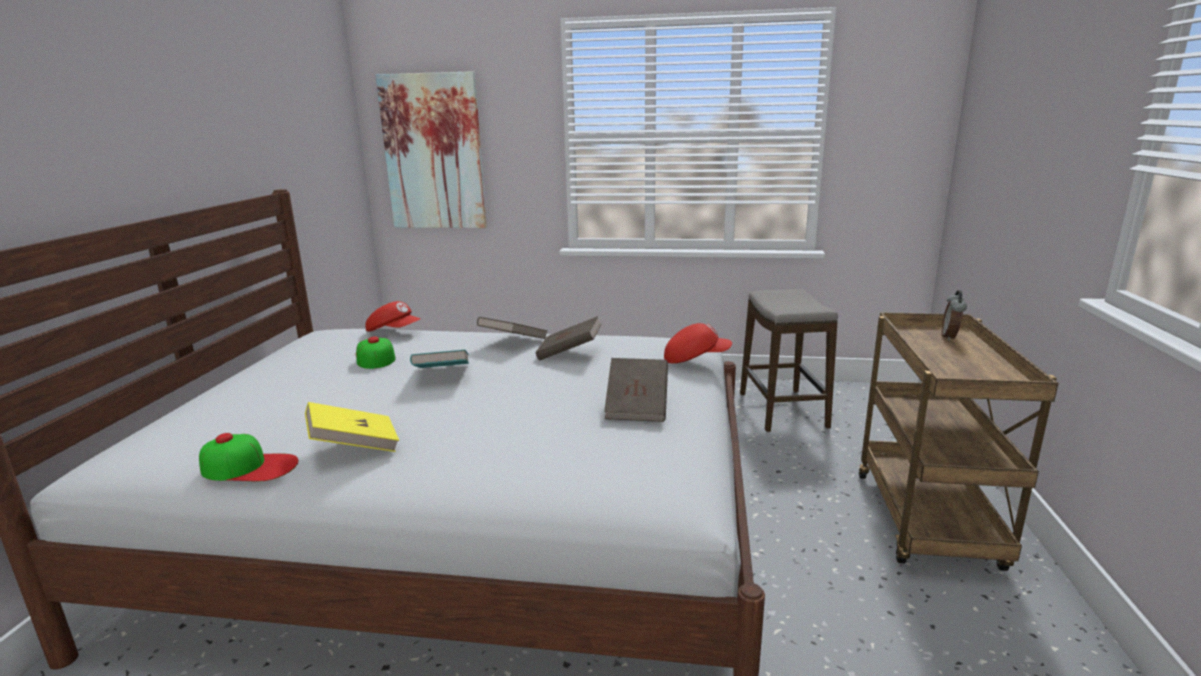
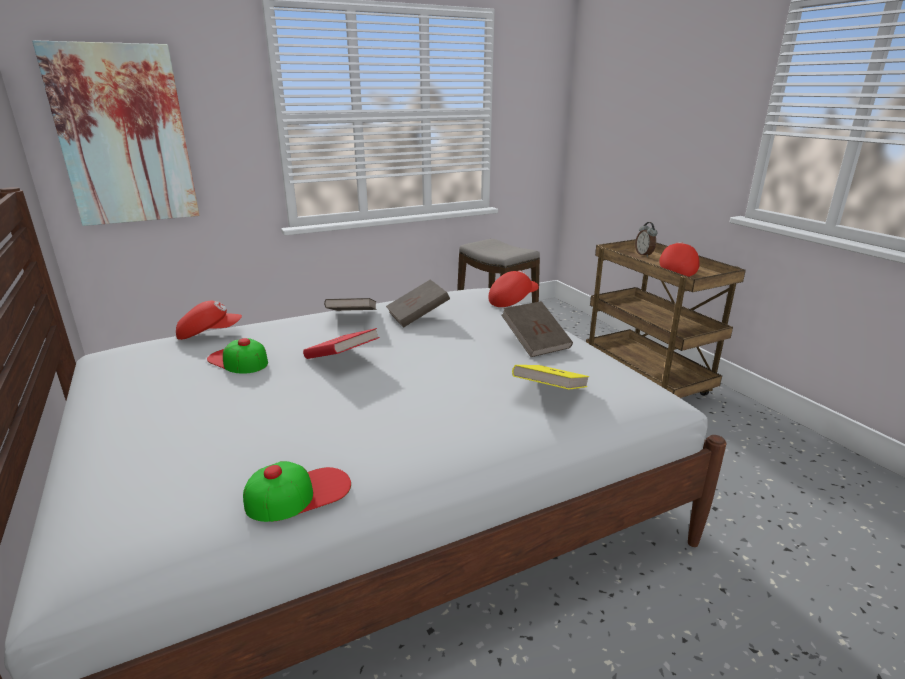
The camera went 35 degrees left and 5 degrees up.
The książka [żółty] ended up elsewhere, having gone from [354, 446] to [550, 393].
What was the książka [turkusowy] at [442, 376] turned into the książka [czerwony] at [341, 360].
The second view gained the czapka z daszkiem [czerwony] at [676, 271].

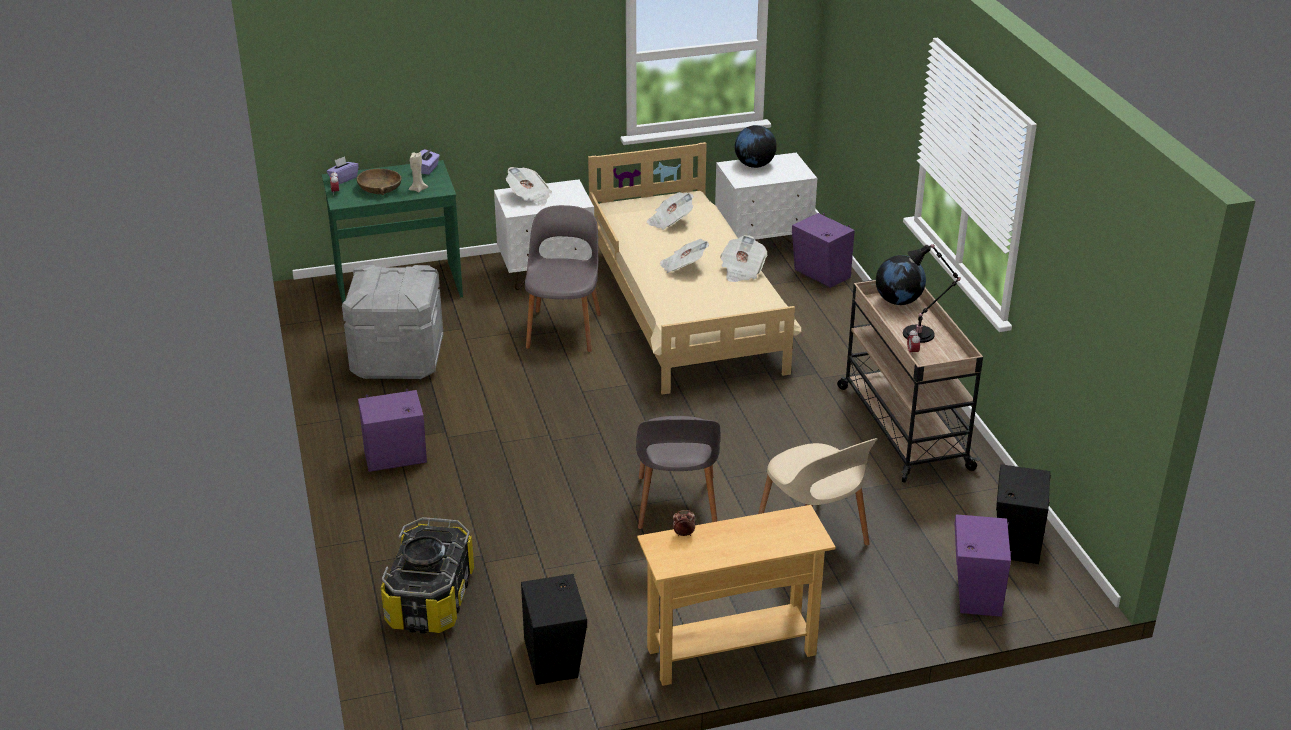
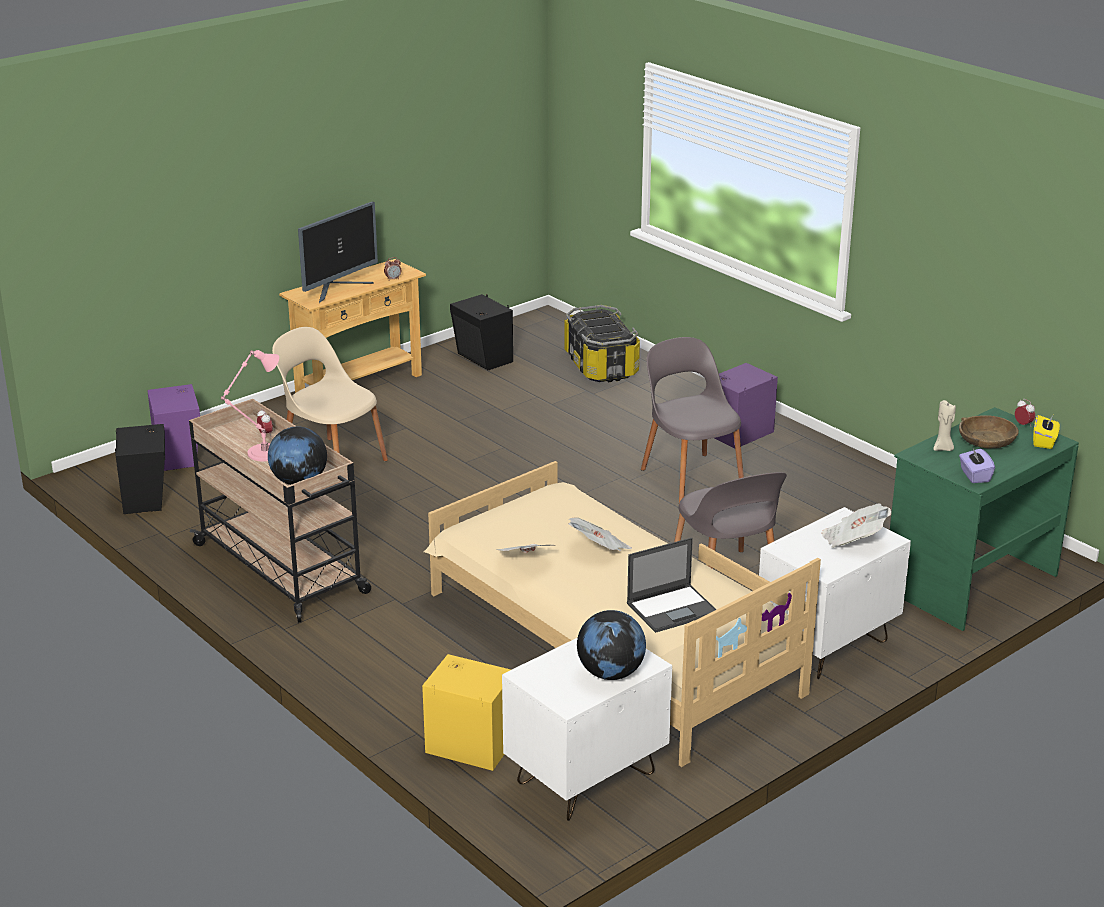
The camera went 155 degrees right and 5 degrees down.
What was the pudełko chusteczek [fioletowy] at [343, 179] turned into the pudełko chusteczek [żółty] at [1044, 441].
The second view lost the pojemnik do przechowywania [szary] at [397, 359].
The second view lost the miska [czarny] at [424, 563].
The krzesło [szary] ended up elsewhere, having gone from [676, 504] to [691, 477].
Where the gazeta stood at [670, 222], the laptop came to stand at [673, 608].
What was the głośnik [fioletowy] at [821, 275] turned into the głośnik [żółty] at [469, 745].
What was the lampa stołowa [czarny] at [921, 334] turned into the lampa stołowa [różowy] at [262, 453].
The second view gained the monitor at [339, 288].

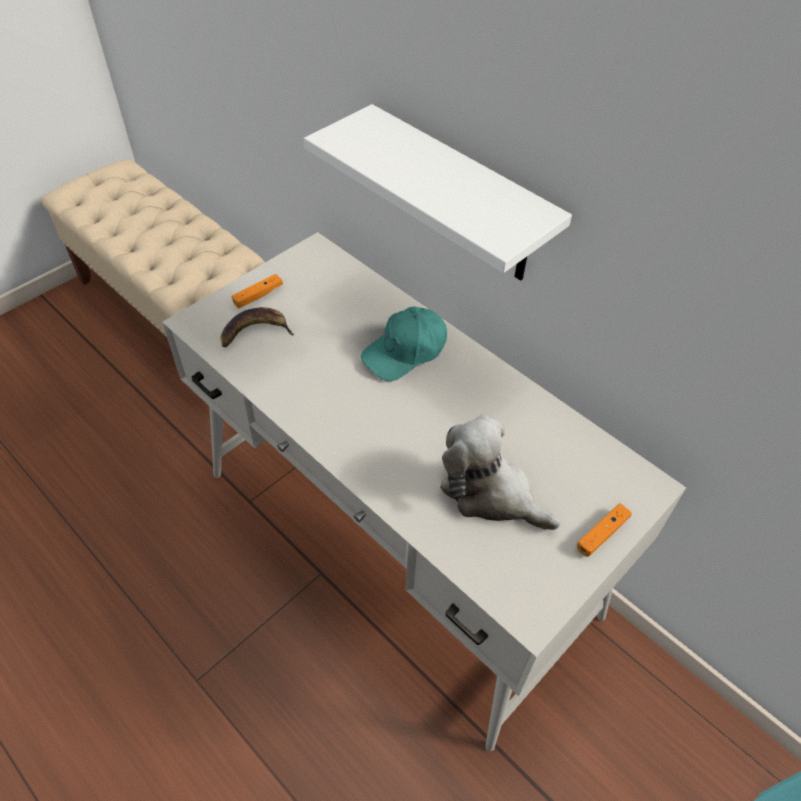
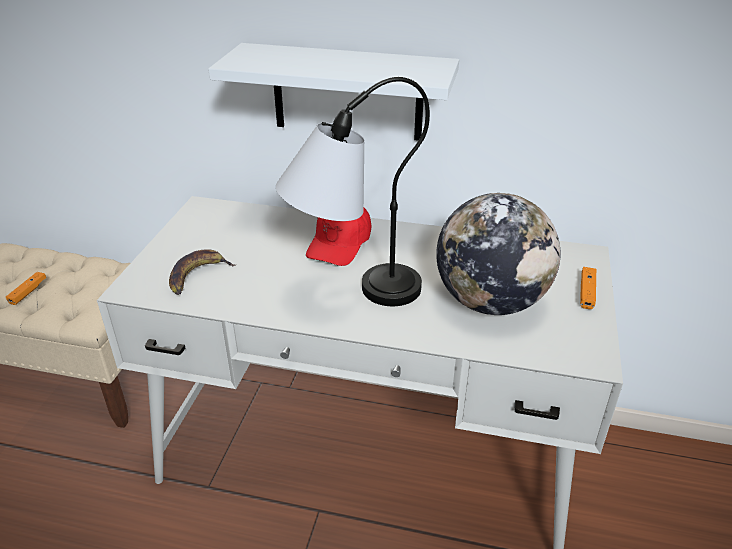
The camera went 30 degrees left and 15 degrees down.
The pad do gier [pomarańczowy] ended up elsewhere, having gone from [258, 295] to [28, 292].
What was the czapka z daszkiem [turkusowy] at [405, 352] turned into the czapka z daszkiem [czerwony] at [340, 243].
Where the pluszak stood at [490, 493], the globus came to stand at [490, 301].
The second view gained the lampa stołowa at [351, 295].

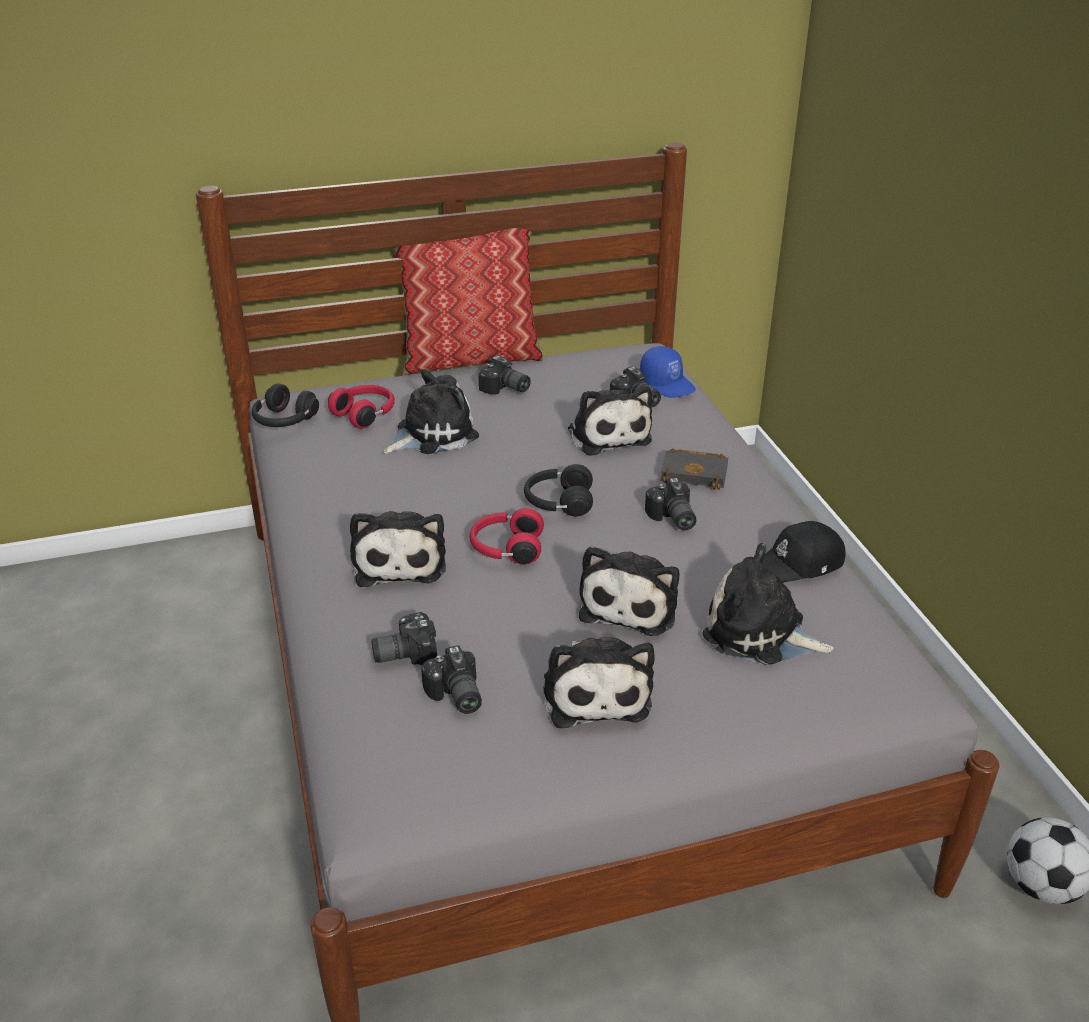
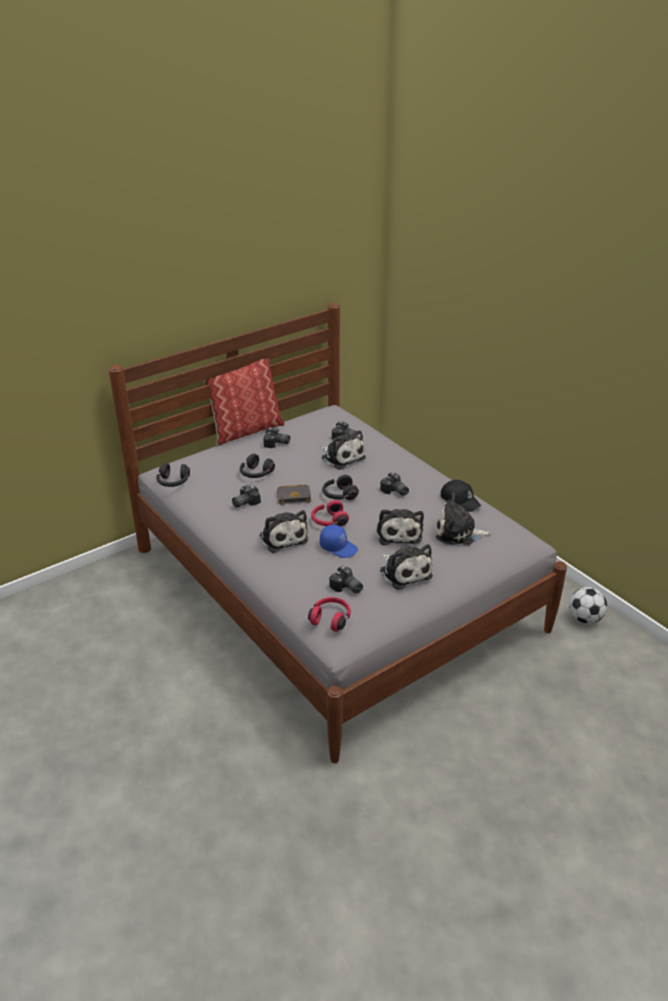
The camera went 20 degrees left and 0 degrees up.
The słuchawki [czerwony] ended up elsewhere, having gone from [365, 414] to [331, 619].
The aparat fotograficzny ended up elsewhere, having gone from [404, 652] to [244, 502].
Where the pluszak stood at [432, 434], the słuchawki [czarny] came to stand at [256, 474].
The czapka z daszkiem [niebieski] ended up elsewhere, having gone from [667, 383] to [339, 547].
The książka [czarny] ended up elsewhere, having gone from [696, 473] to [295, 496].
The czapka z daszkiem [czarny] at [800, 564] ended up facing another way, 90 degrees counterclockwise from before.

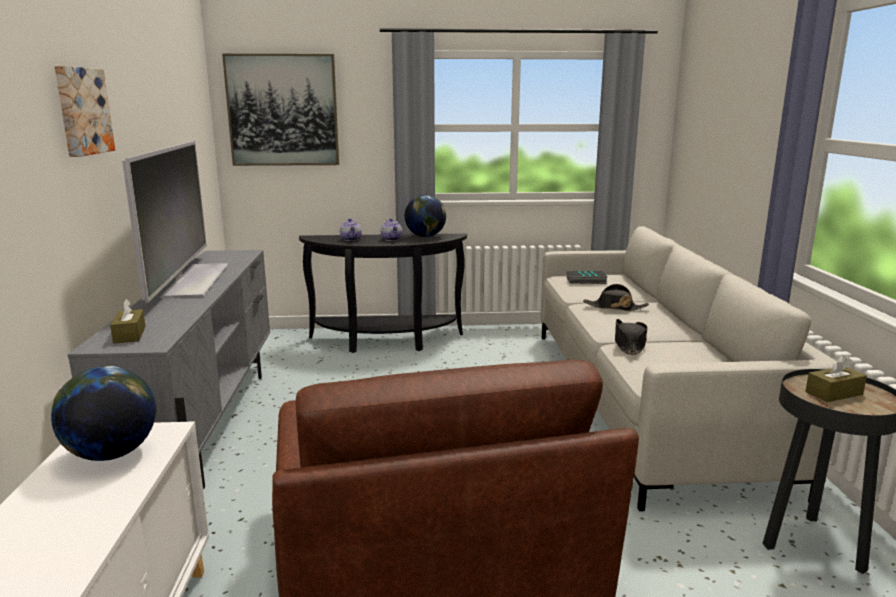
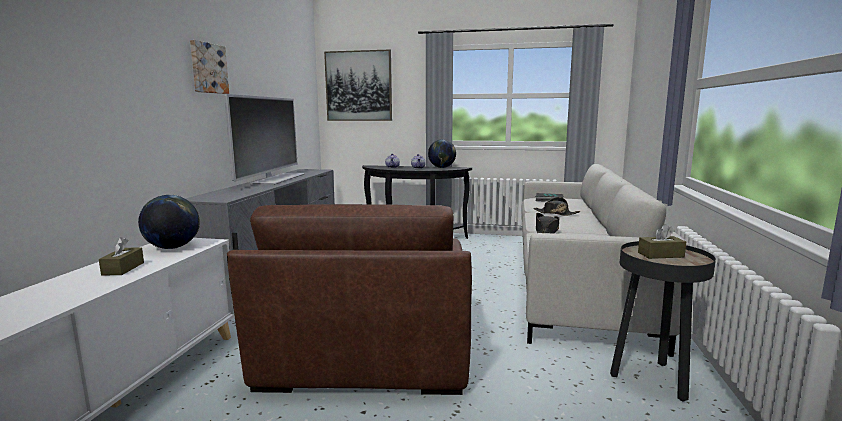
The camera went 15 degrees right and 5 degrees down.
The pudełko chusteczek [brązowy] ended up elsewhere, having gone from [129, 334] to [123, 268].

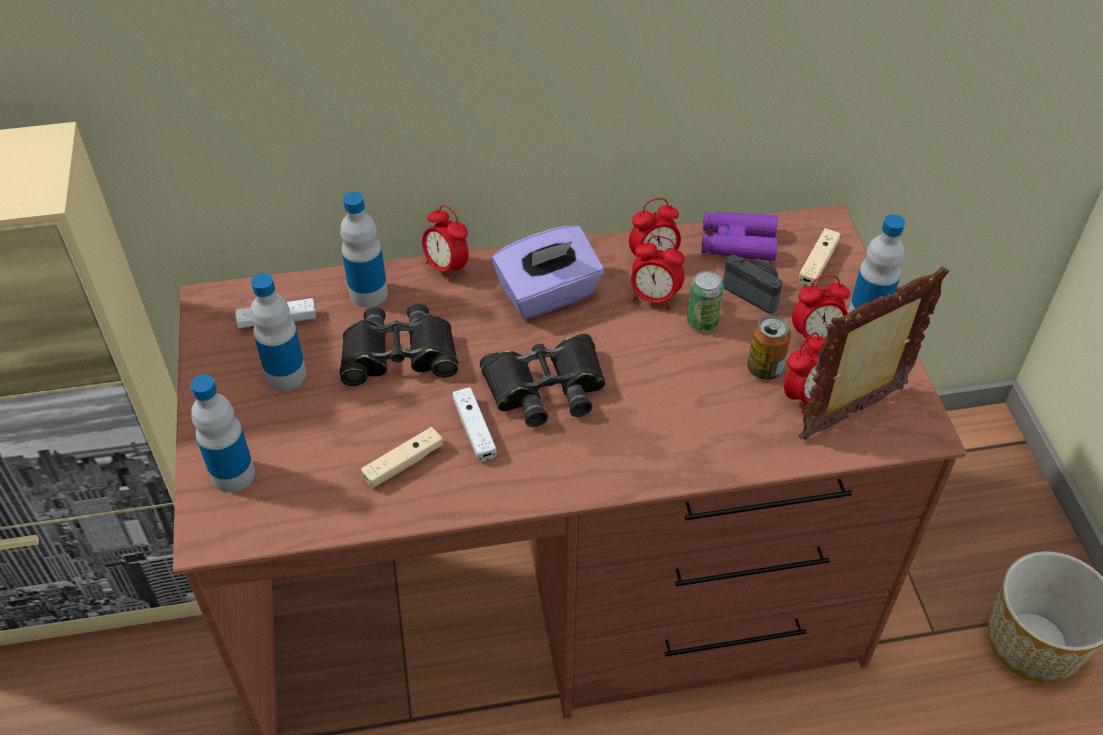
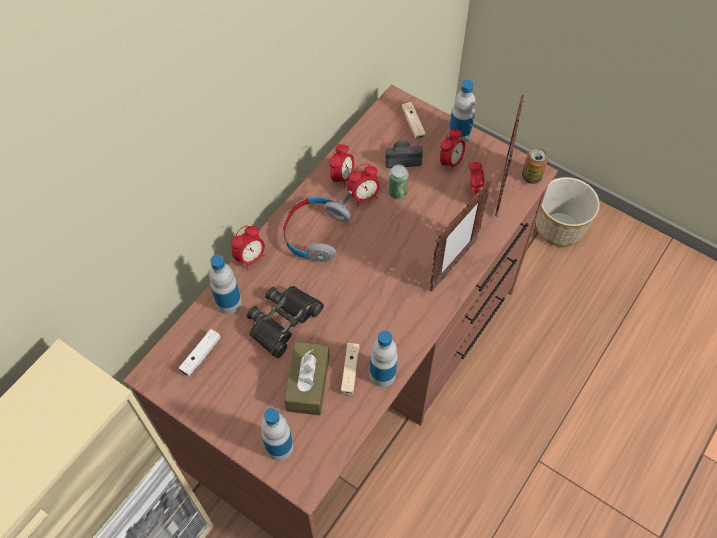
The camera went 45 degrees left and 10 degrees up.
The butelka ended up elsewhere, having gone from [286, 374] to [382, 374].
The budzik at [447, 267] ended up facing another way, 45 degrees counterclockwise from before.
The second view lost the pad do gier [biały] at [474, 430].
The second view lost the lornetka [czarny] at [546, 387].
Where the pudełko chusteczek [fioletowy] stood at [548, 294], the słuchawki [szary] came to stand at [315, 233].
The second view lost the lornetka [fioletowy] at [737, 243].
The puszka ended up elsewhere, having gone from [764, 368] to [531, 177].
The second view gained the pudełko chusteczek [brązowy] at [308, 383].
The second view gained the ramka na zdjęcie at [452, 266].

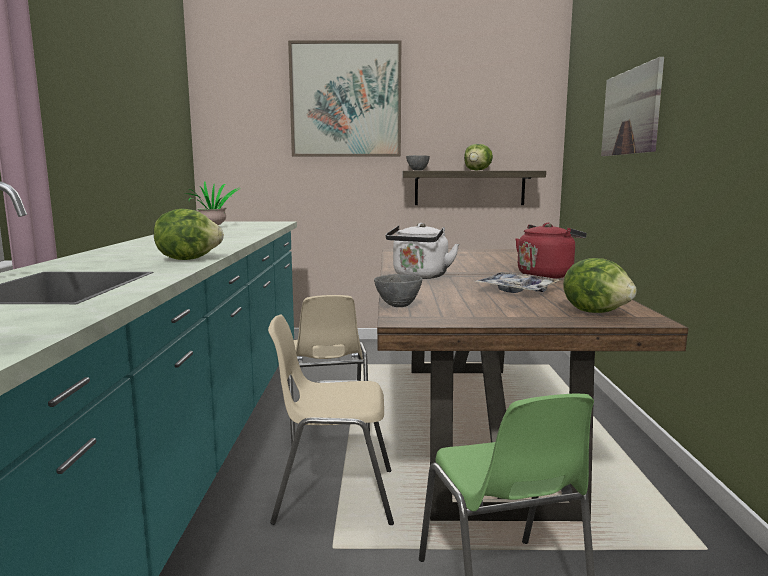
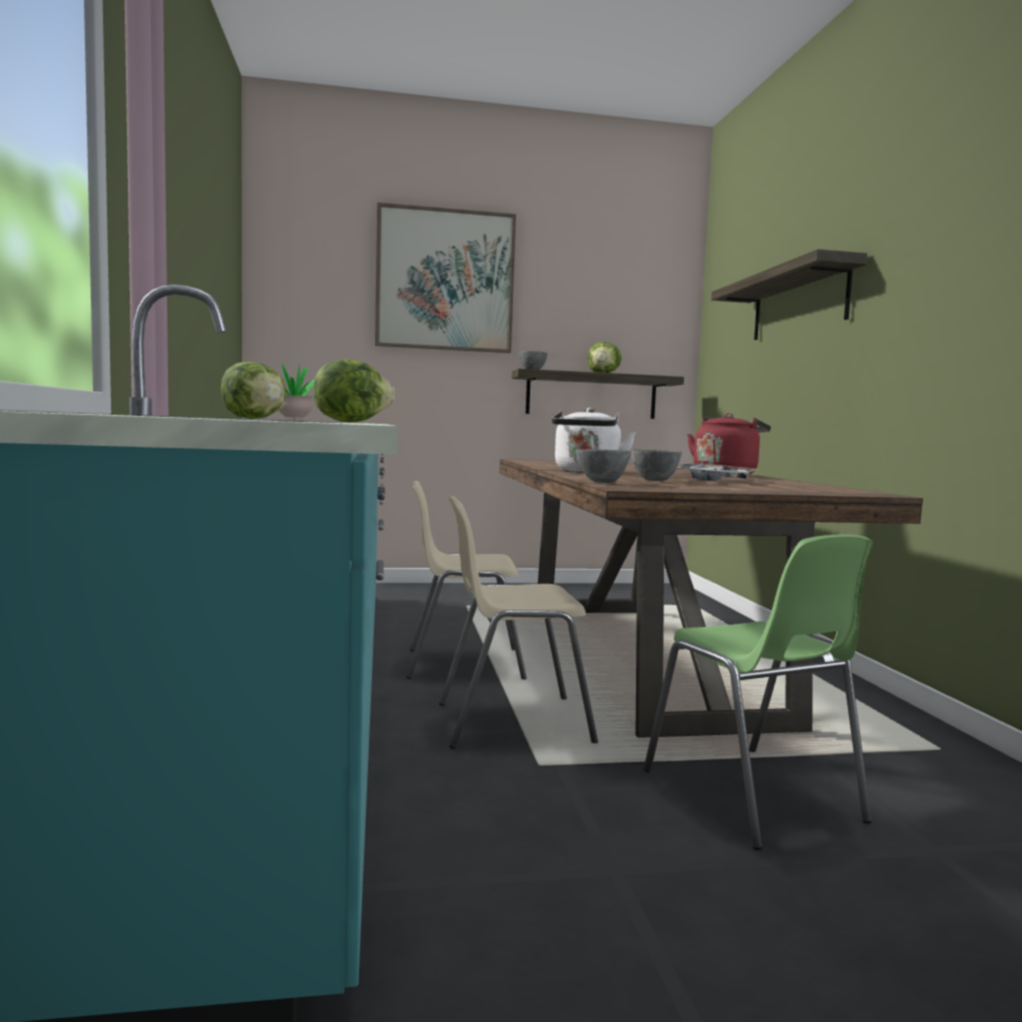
The camera went 10 degrees left and 5 degrees down.
The krzesło [beżowy] at [326, 428] ended up facing another way, 105 degrees clockwise from before.
The sałata ended up elsewhere, having gone from [596, 312] to [255, 419].
Where the obraz hung at [631, 112], the półka came to hang at [799, 303].
The second view gained the miska [szary] at [655, 481].

